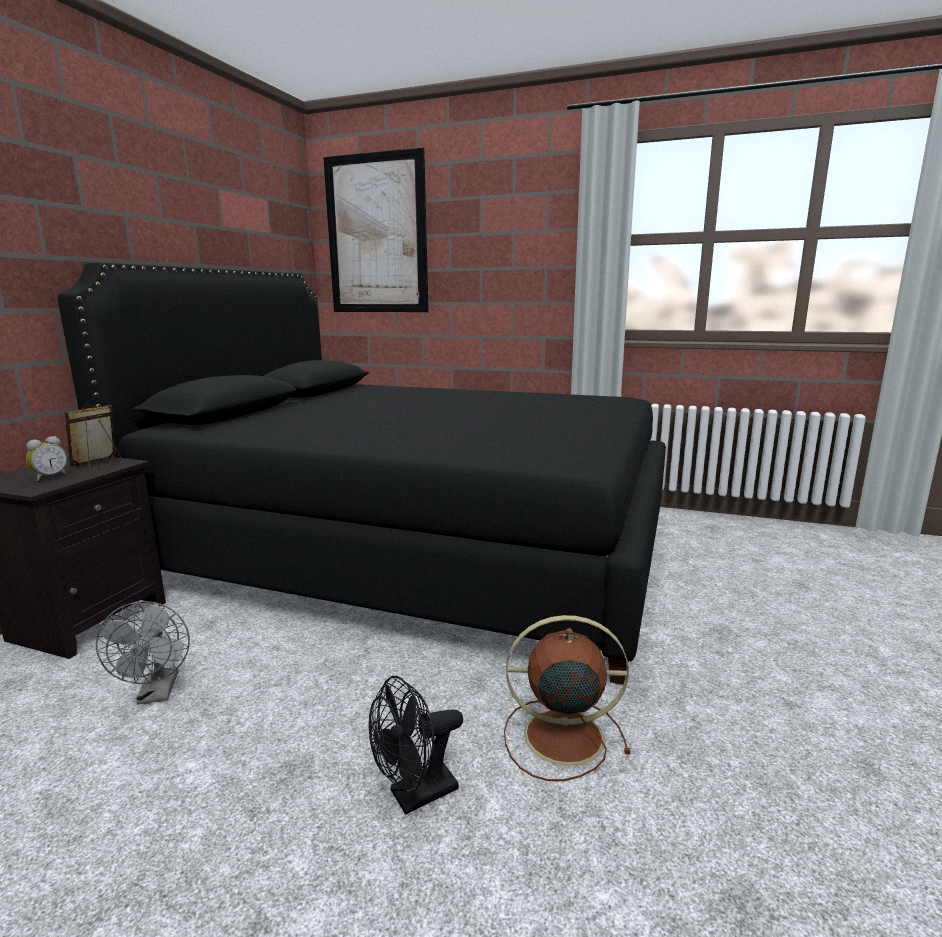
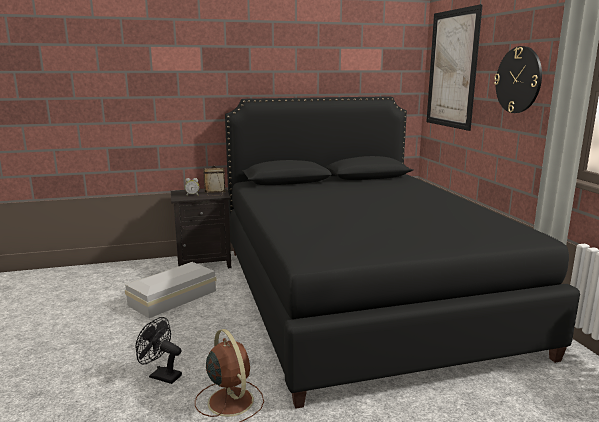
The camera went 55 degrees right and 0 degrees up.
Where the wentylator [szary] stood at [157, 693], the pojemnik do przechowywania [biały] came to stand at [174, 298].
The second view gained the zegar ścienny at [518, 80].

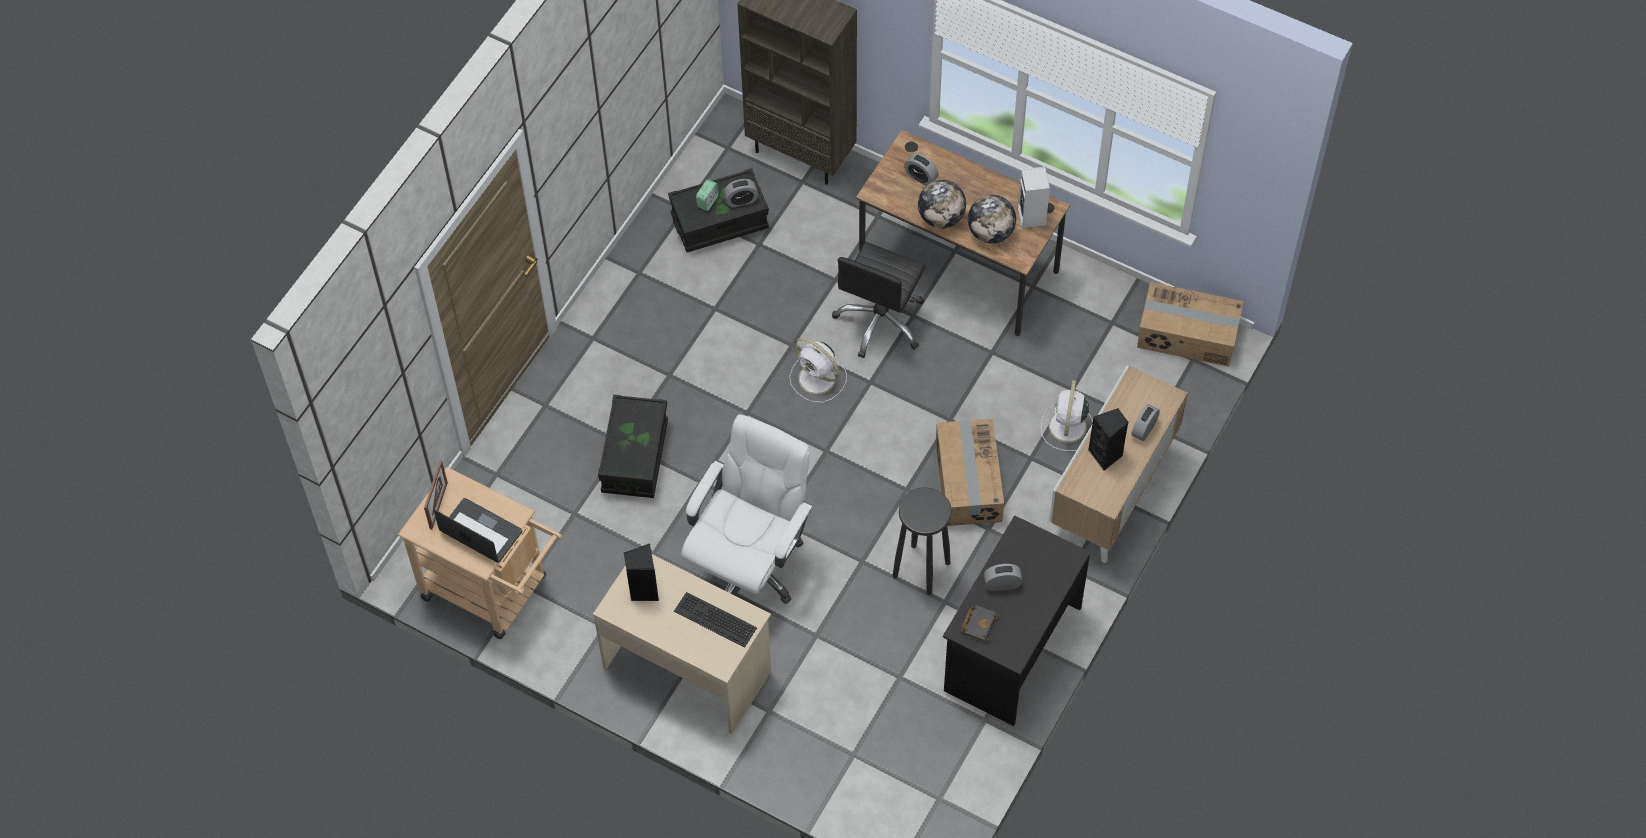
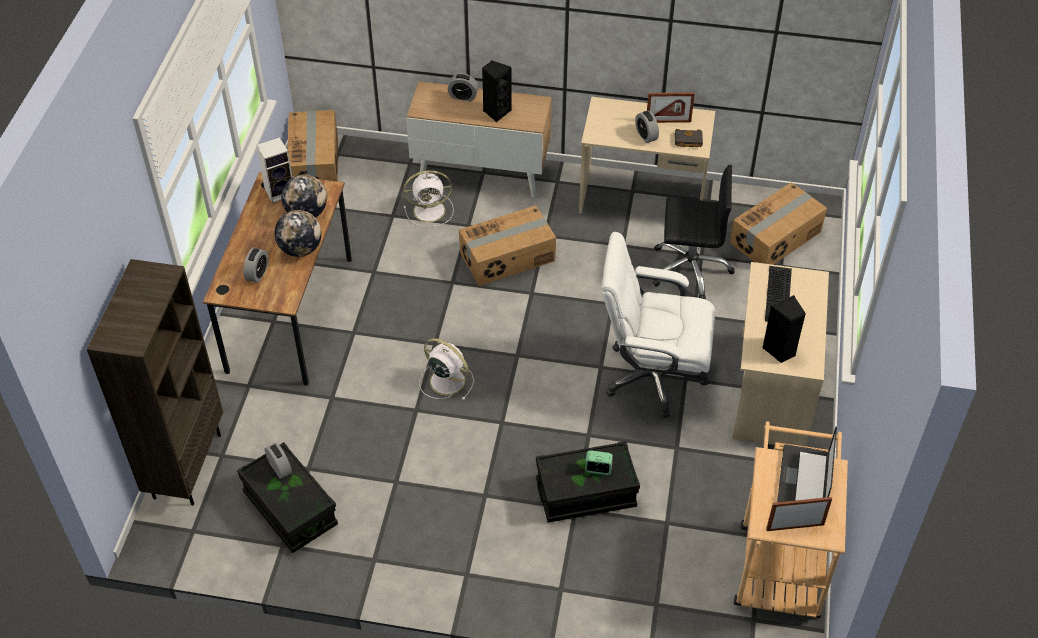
The camera went 110 degrees left and 10 degrees down.
The budzik ended up elsewhere, having gone from [707, 201] to [598, 469].
The wentylator [biały] at [818, 379] ended up facing another way, 75 degrees counterclockwise from before.
The krzesło biurowe [czarny] ended up elsewhere, having gone from [881, 321] to [690, 269].
The second view lost the stołek [czarny] at [922, 568].
What was the biurko [czarny] at [1010, 648] turned into the biurko [beżowy] at [642, 199].
The second view gained the ramka na zdjęcie at [668, 121].
The second view gained the karton at [776, 237].

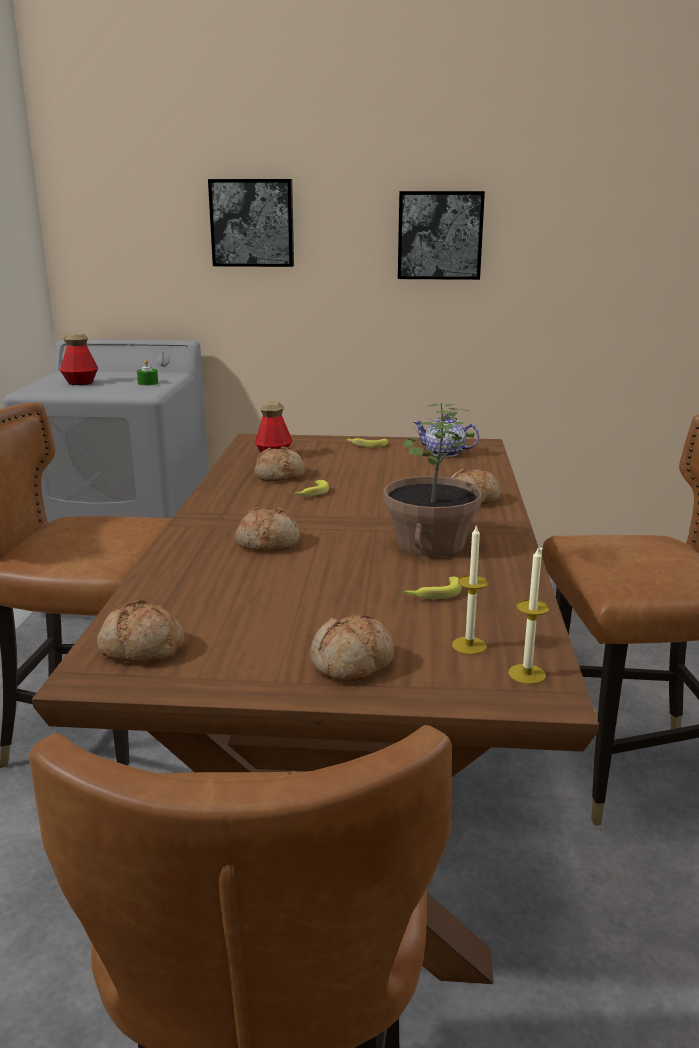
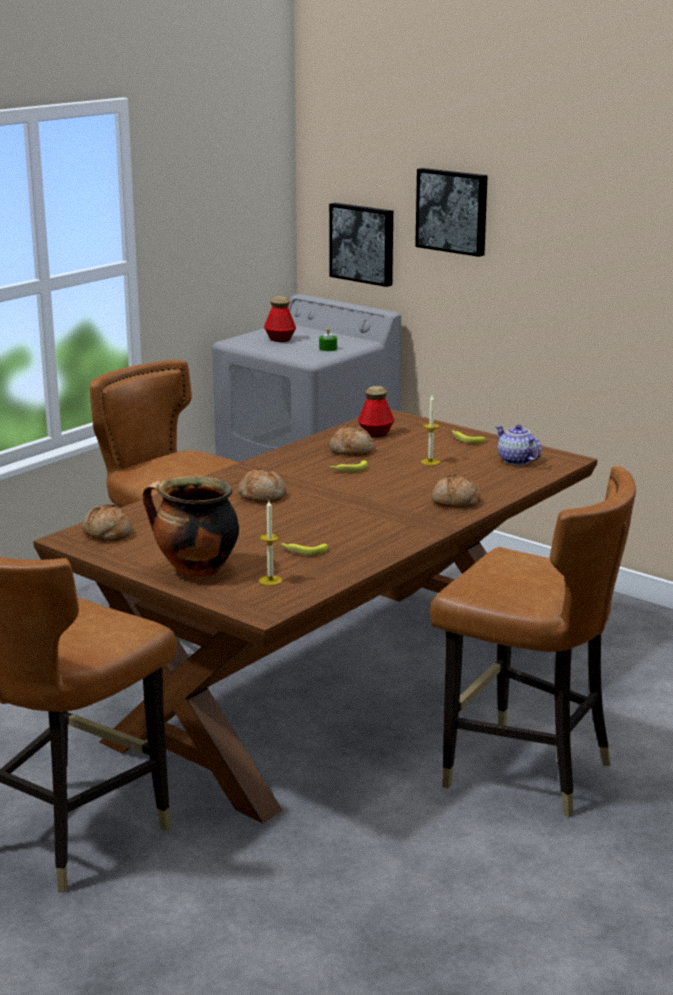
The camera went 35 degrees right and 0 degrees up.
Where the chleb stood at [353, 664], the garnek came to stand at [195, 570].
The second view lost the roślina doniczkowa at [429, 543].
The obraz ended up elsewhere, having gone from [440, 235] to [363, 243].
The świeca ended up elsewhere, having gone from [526, 674] to [430, 462].

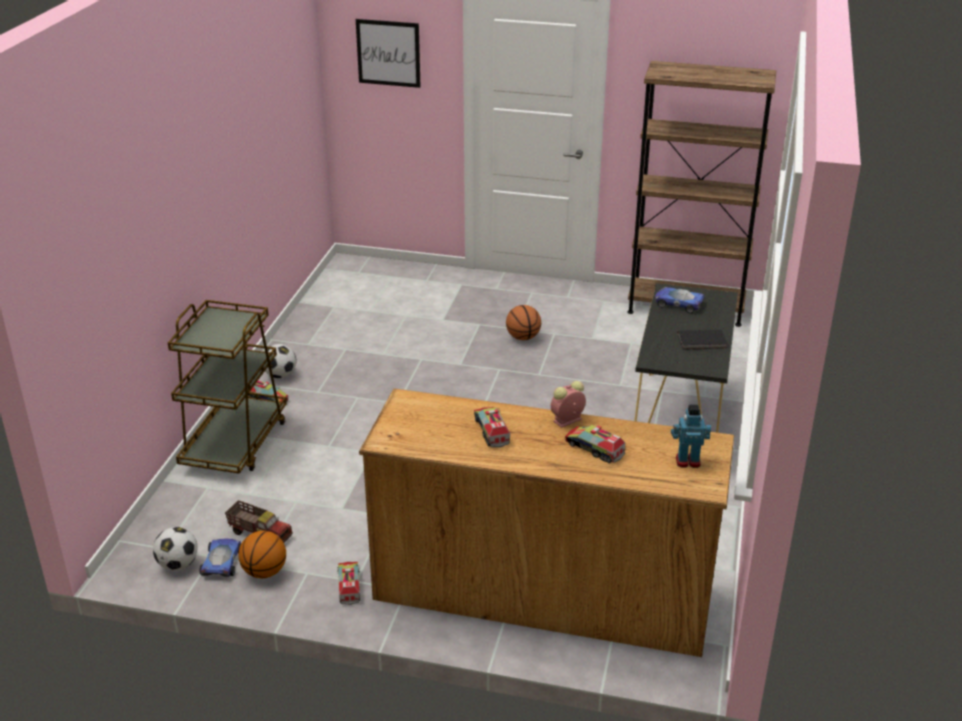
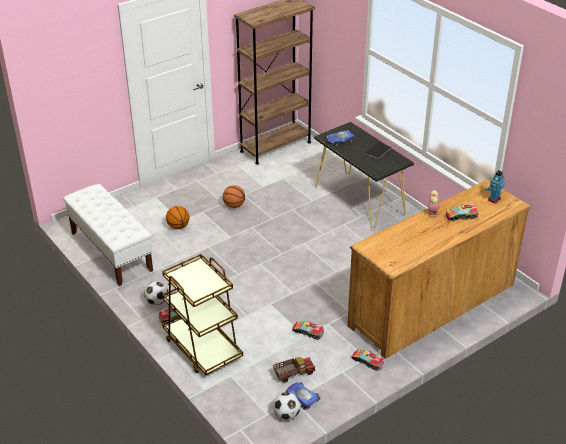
The camera went 50 degrees left and 5 degrees up.
The piłka do koszykówki ended up elsewhere, having gone from [265, 572] to [178, 226].
The second view lost the obraz at [388, 53].
The ciężarówka zabawkowa ended up elsewhere, having gone from [491, 431] to [307, 332].
The second view gained the ławka [biały] at [111, 251].

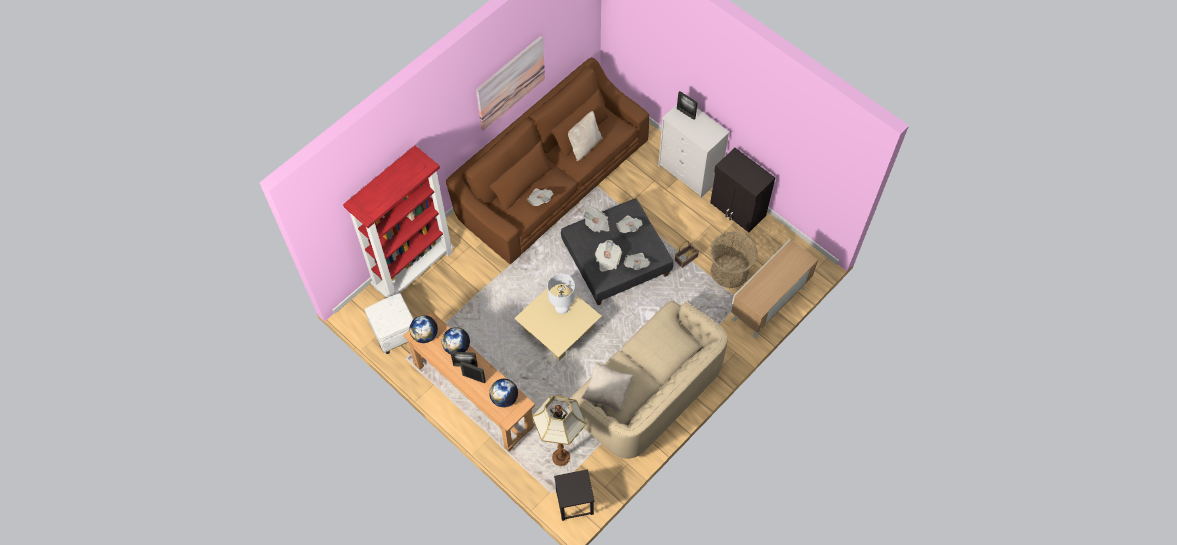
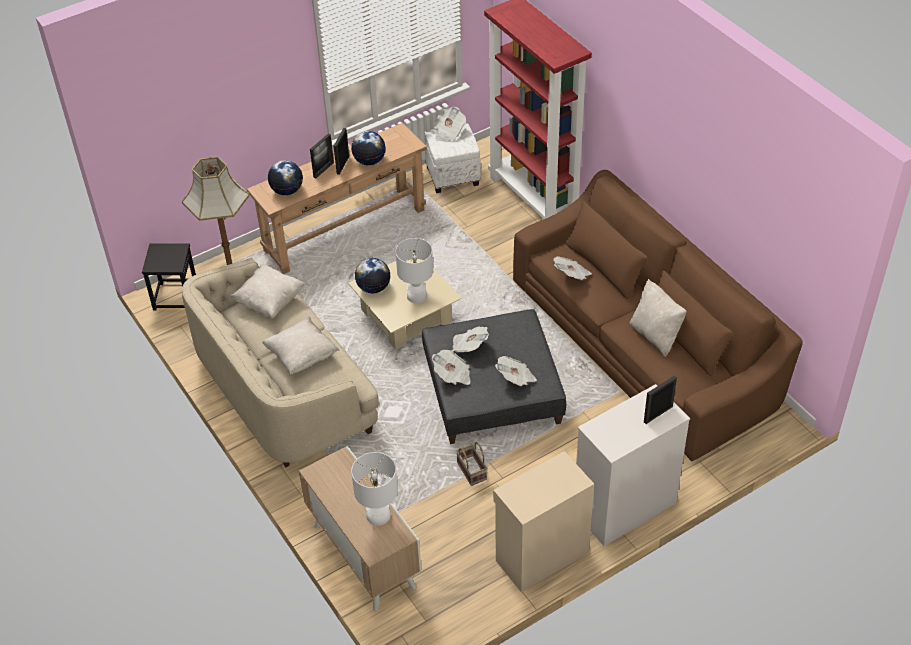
The camera went 105 degrees right and 15 degrees down.
The globus ended up elsewhere, having gone from [425, 335] to [373, 288].
The second view lost the obraz at [510, 82].
The gazeta ended up elsewhere, having gone from [597, 224] to [448, 132].
What was the szafka [czarny] at [737, 210] turned into the szafka [beżowy] at [540, 555].
The second view lost the koszyk at [729, 271].
The second view gained the poduszka [beżowy] at [302, 356].
The second view gained the lampa stołowa [biały] at [379, 515].

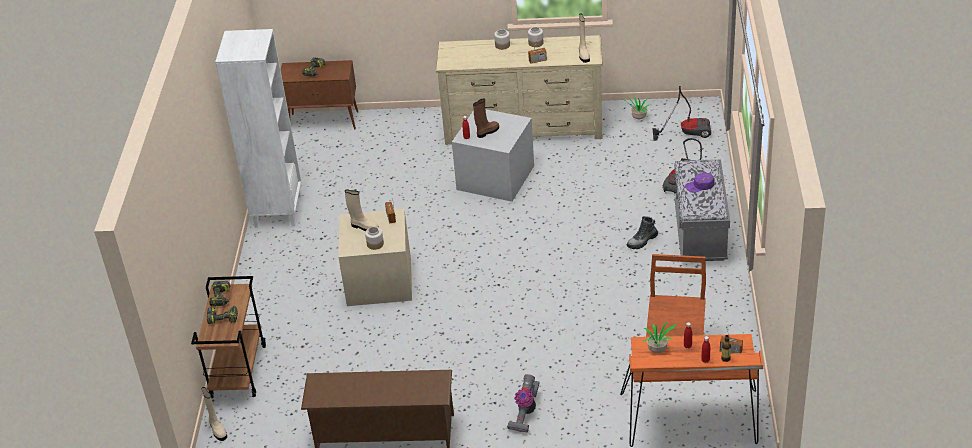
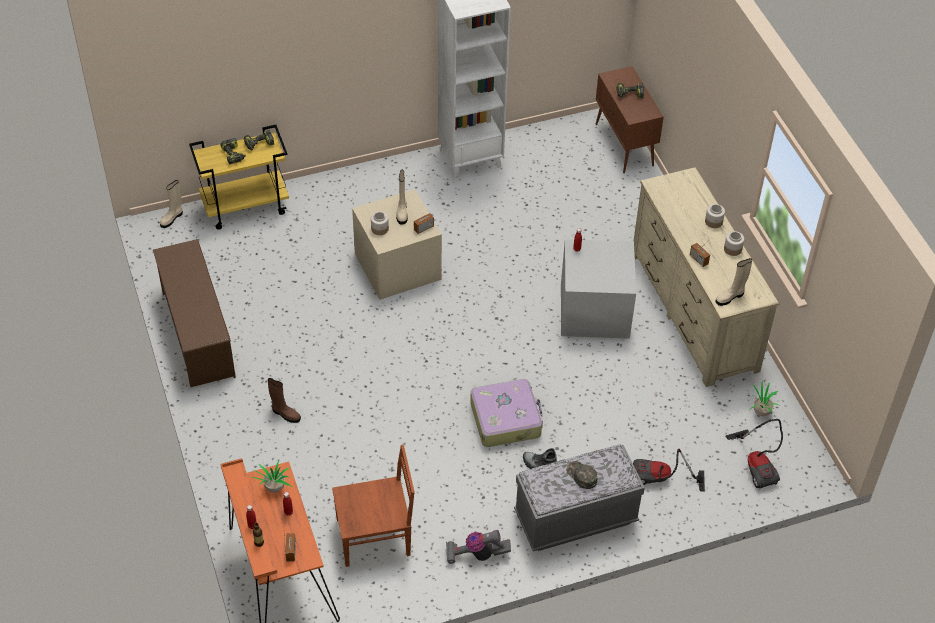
The camera went 65 degrees right and 10 degrees up.
What was the wózek [brązowy] at [238, 371] turned into the wózek [żółty] at [246, 206].
The but z cholewką [brązowy] ended up elsewhere, having gone from [487, 132] to [285, 414].
The odkurzacz ended up elsewhere, having gone from [525, 413] to [476, 554].
What was the czapka z daszkiem [fioletowy] at [699, 186] turned into the czapka z daszkiem [zielony] at [581, 476].
The second view gained the walizka at [506, 419].

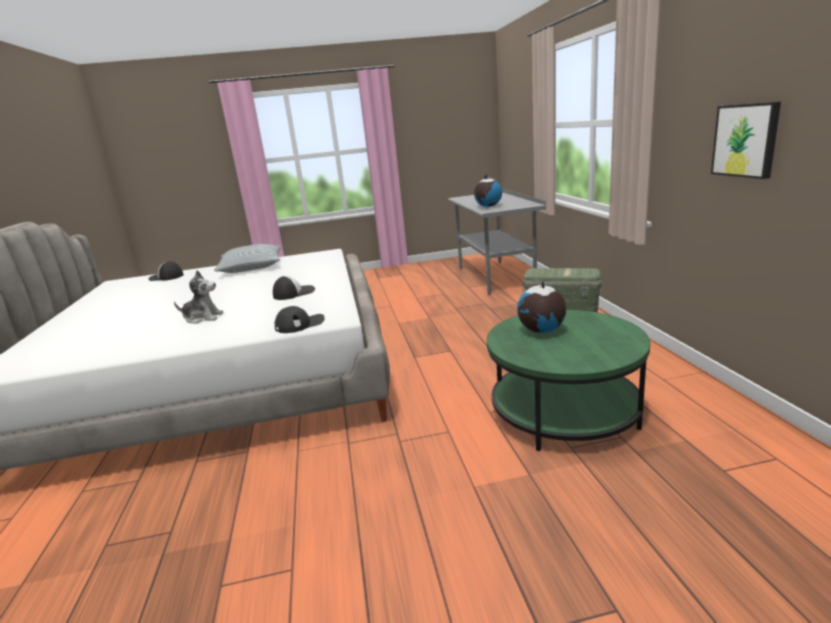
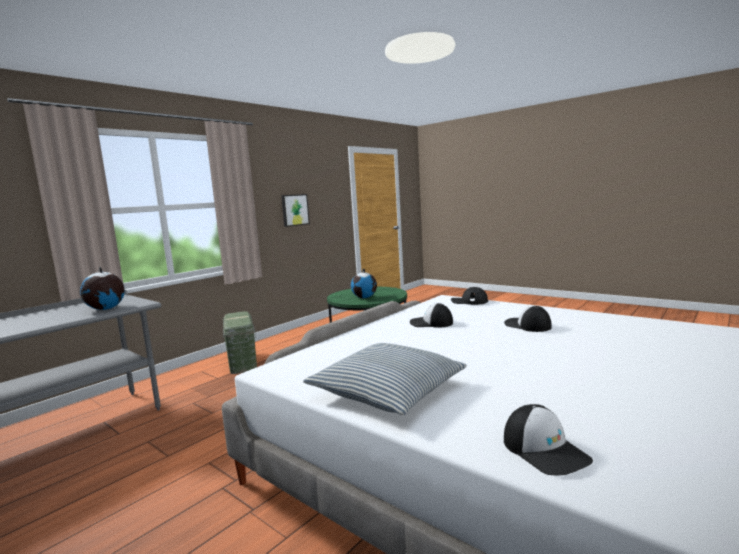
The camera went 130 degrees left and 10 degrees down.
Where the pluszak stood at [203, 318], the czapka z daszkiem came to stand at [527, 325].

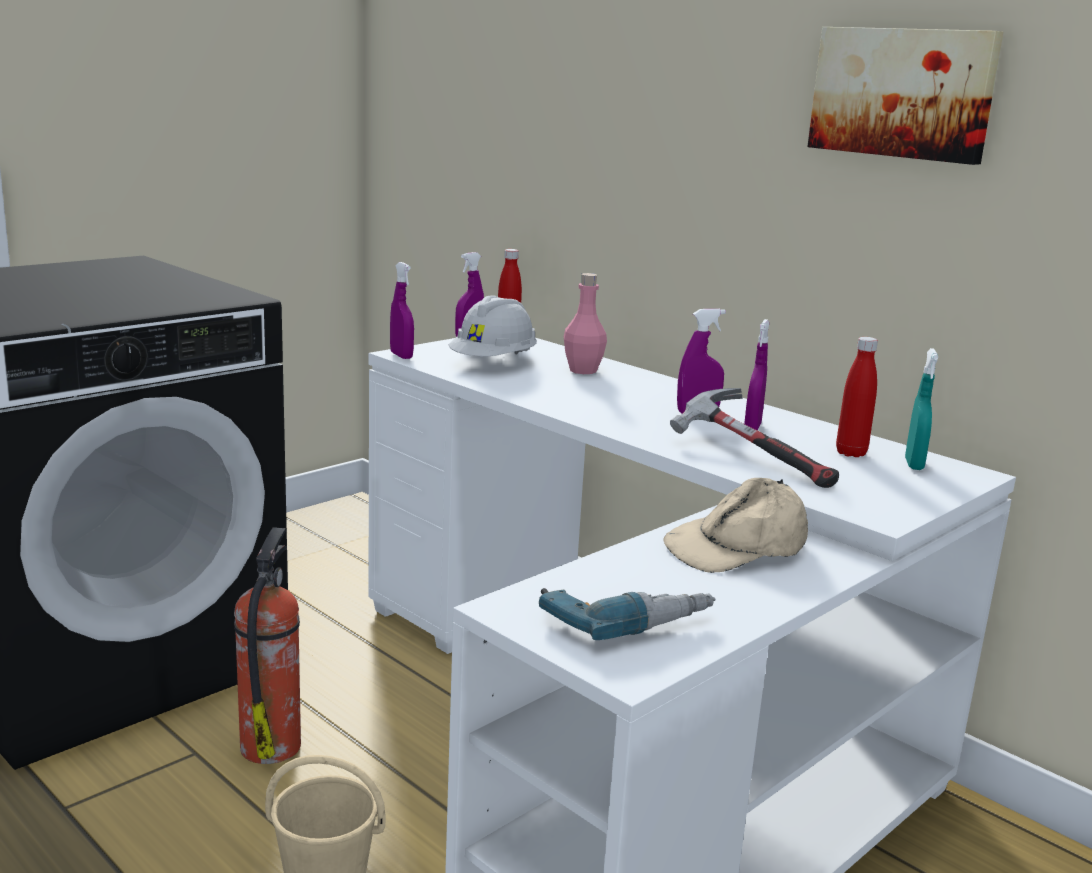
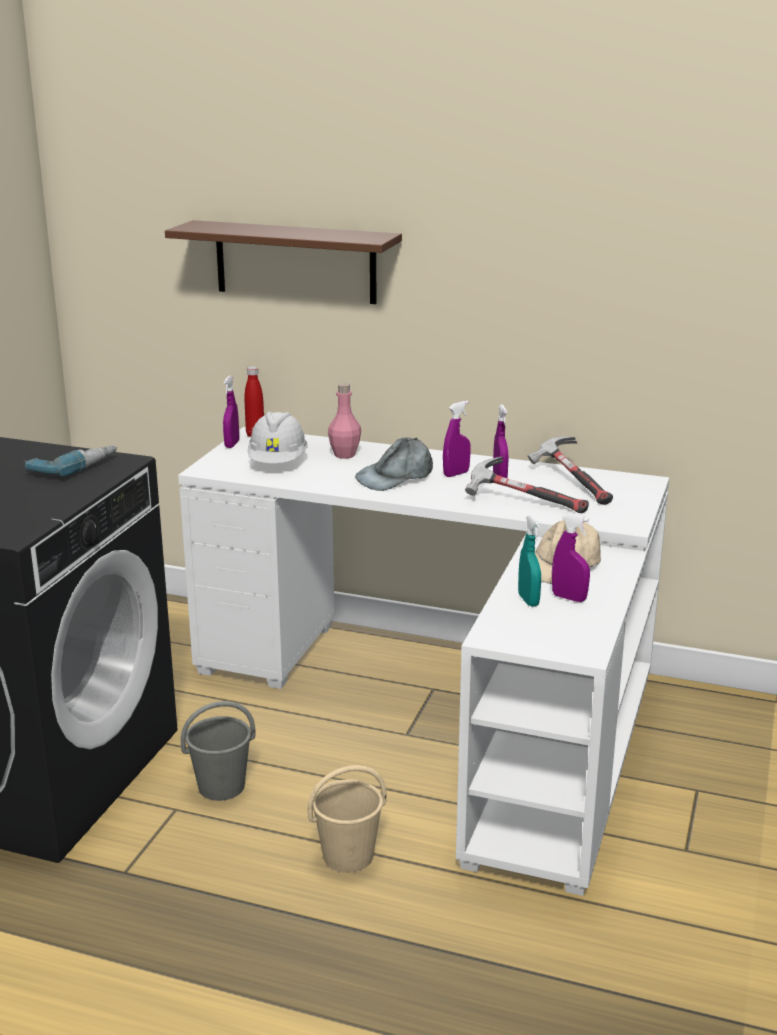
The camera went 25 degrees left and 5 degrees up.
Where the gaśnica stood at [271, 744], the wiadro [szary] came to stand at [222, 786].
The spryskiwacz [fioletowy] ended up elsewhere, having gone from [401, 356] to [569, 598].
The wiertarka ended up elsewhere, having gone from [625, 618] to [72, 466].
The second view lost the obraz at [903, 93].
Where the butelka [czerwony] stood at [851, 453], the młotek came to stand at [572, 483].
The spryskiwacz [turkusowy] ended up elsewhere, having gone from [914, 464] to [528, 600].
The second view gained the półka [brązowy] at [295, 262].
The second view gained the czapka z daszkiem [szary] at [396, 476].

